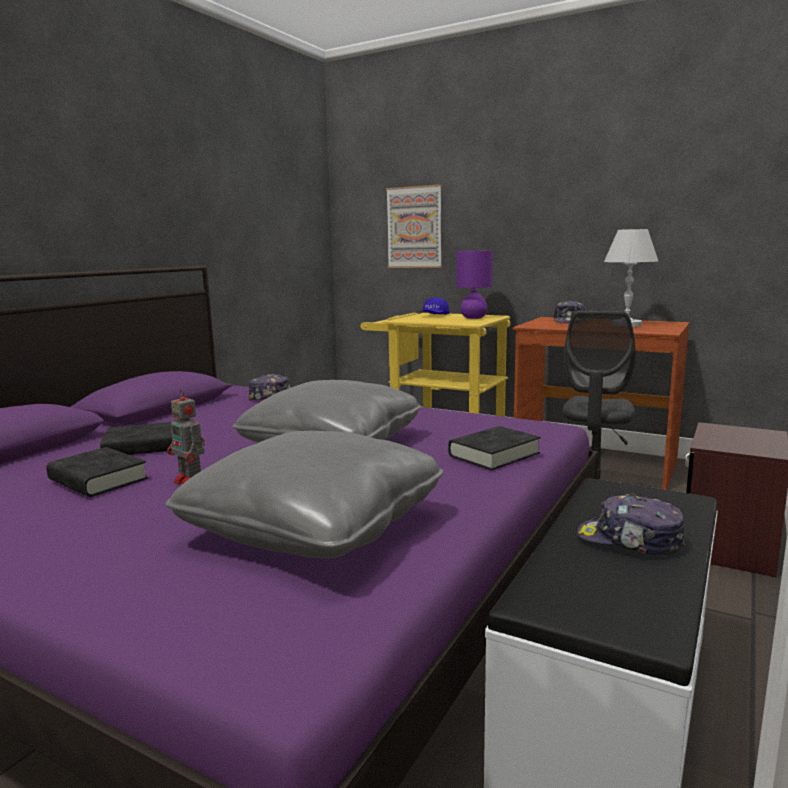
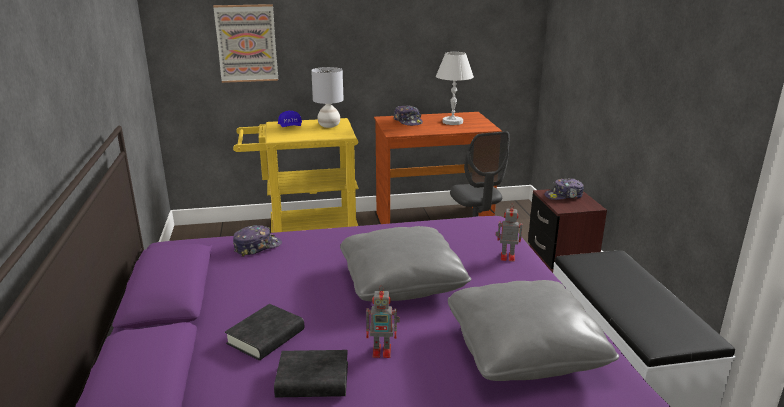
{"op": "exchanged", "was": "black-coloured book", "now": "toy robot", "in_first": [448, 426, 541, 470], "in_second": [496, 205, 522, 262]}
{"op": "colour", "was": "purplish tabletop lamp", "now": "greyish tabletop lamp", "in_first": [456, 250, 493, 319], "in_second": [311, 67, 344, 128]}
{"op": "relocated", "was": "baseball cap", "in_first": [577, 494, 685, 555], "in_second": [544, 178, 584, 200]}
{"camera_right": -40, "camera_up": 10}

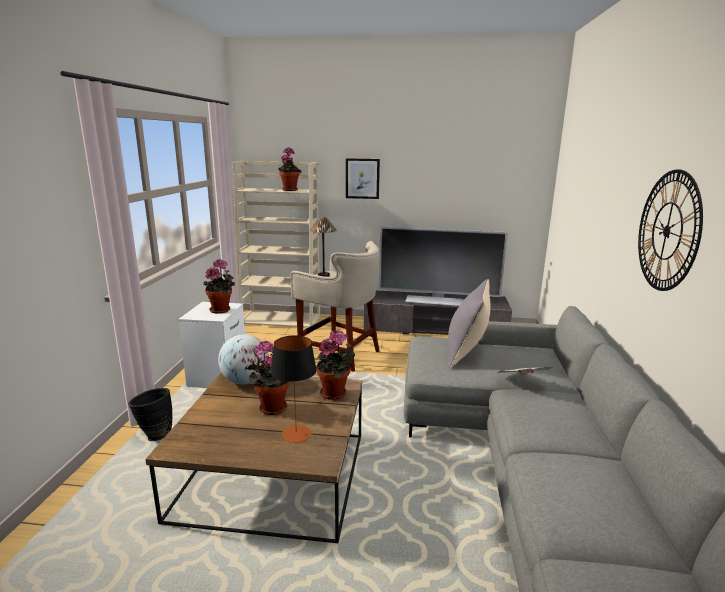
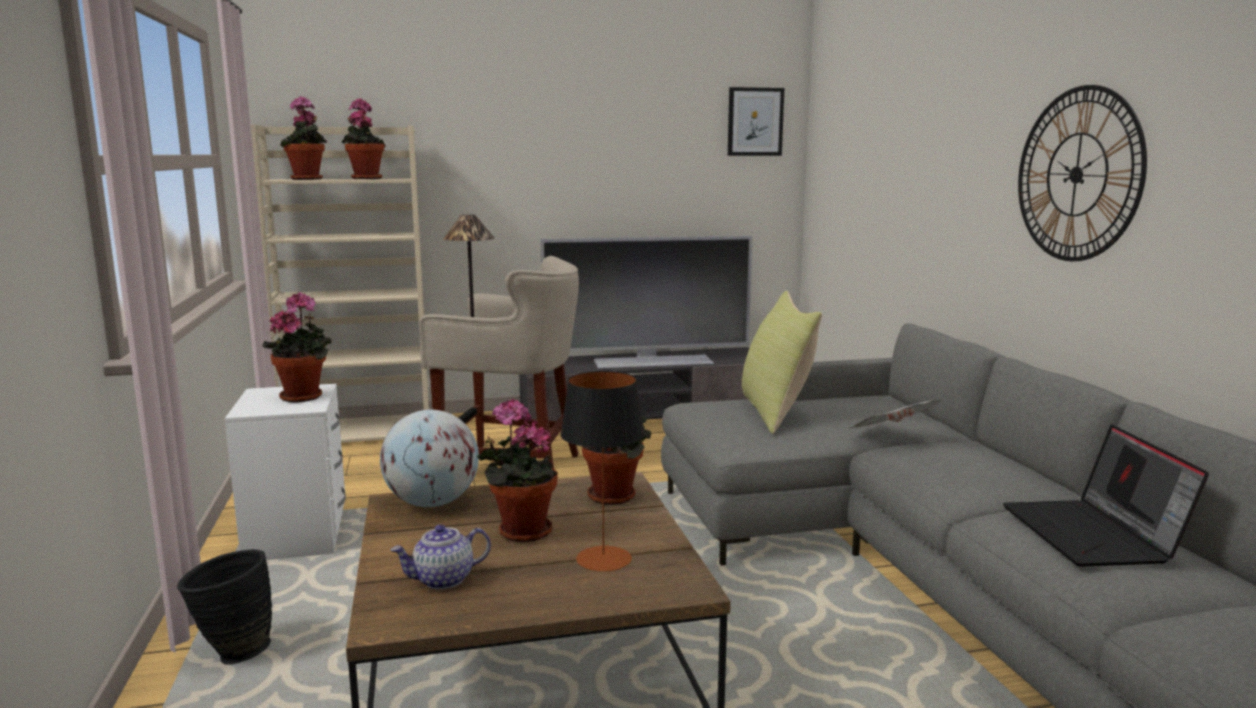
{"op": "relocated", "was": "wall art", "in_first": [346, 158, 380, 199], "in_second": [728, 87, 784, 156]}
{"op": "colour", "was": "greyish cushion", "now": "yellow cushion", "in_first": [448, 279, 490, 368], "in_second": [742, 291, 822, 434]}
{"op": "appeared", "now": "plant in a pot", "in_second": [280, 96, 327, 180]}
{"op": "appeared", "now": "pot for tea", "in_second": [390, 525, 491, 589]}
{"op": "appeared", "now": "notebook computer", "in_second": [1003, 424, 1209, 566]}
{"camera_right": -20, "camera_up": -5}

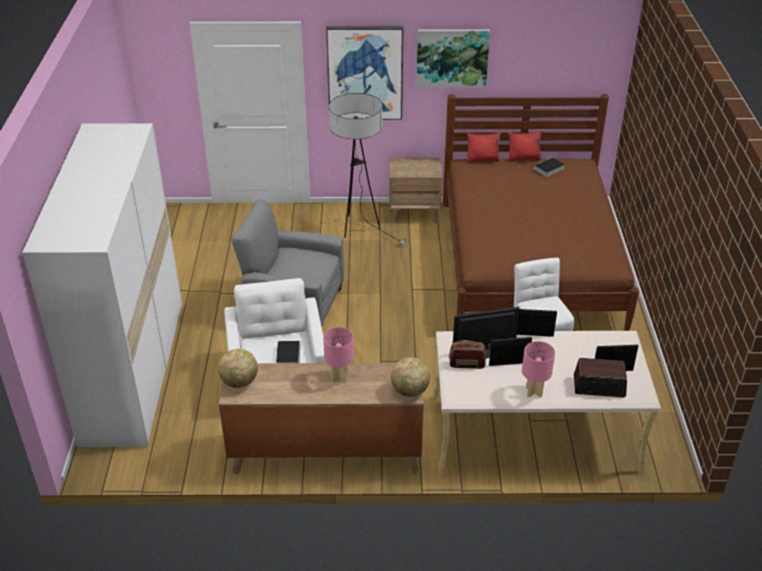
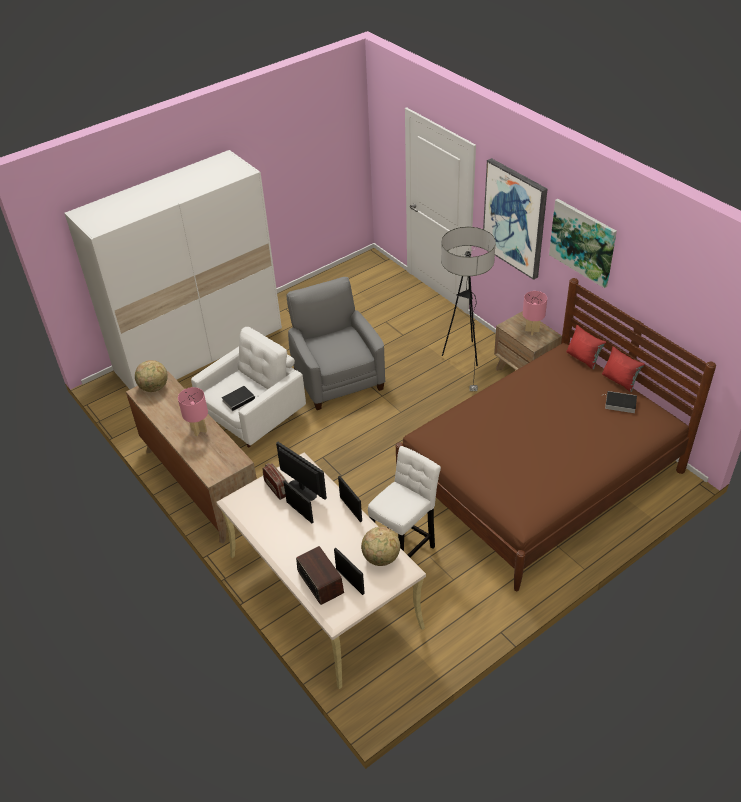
{"op": "relocated", "was": "world globe", "in_first": [391, 357, 430, 397], "in_second": [361, 527, 400, 566]}
{"op": "relocated", "was": "pink tabletop lamp", "in_first": [522, 341, 555, 398], "in_second": [523, 291, 547, 336]}
{"camera_right": 55, "camera_up": 5}

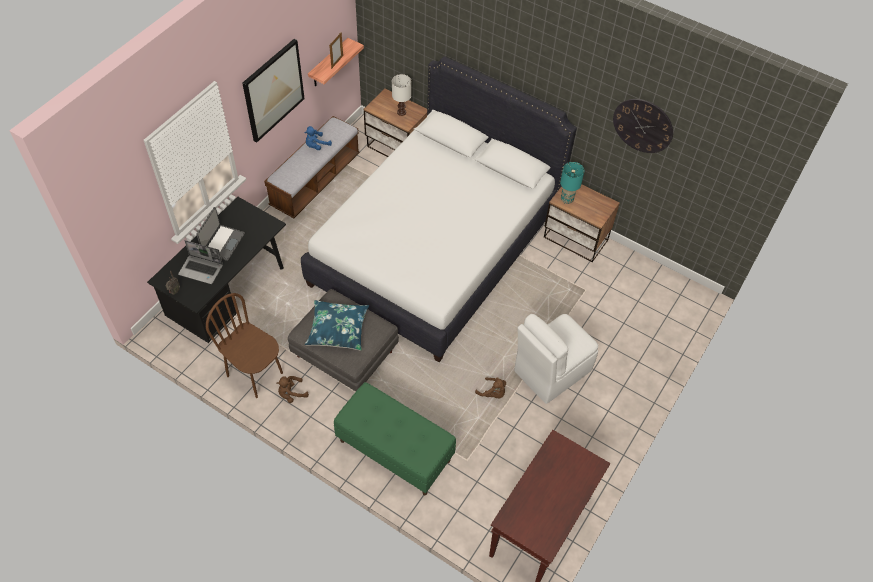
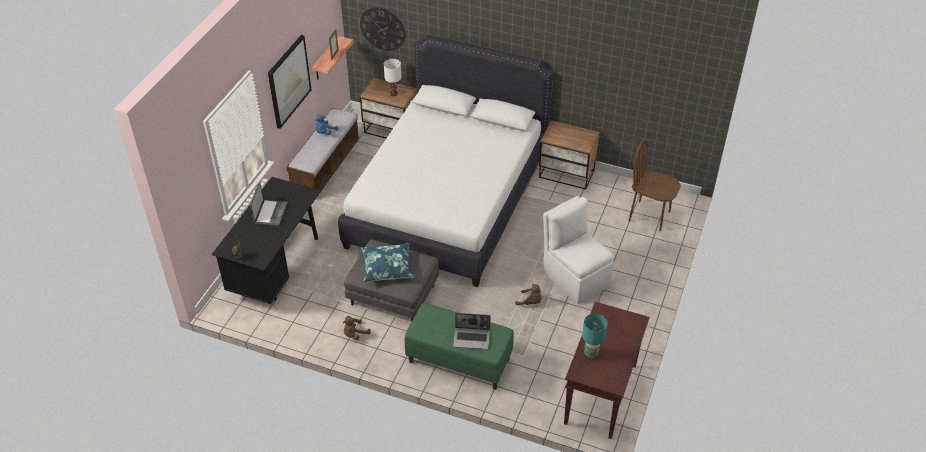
{"op": "relocated", "was": "notebook computer", "in_first": [178, 240, 223, 284], "in_second": [453, 313, 491, 349]}
{"op": "relocated", "was": "brown-coloured plain chair", "in_first": [206, 293, 283, 398], "in_second": [629, 139, 681, 231]}
{"op": "spun", "was": "whitish plain chair", "in_first": [514, 314, 598, 404], "in_second": [543, 196, 614, 304], "clockwise": 105}
{"op": "relocated", "was": "turquoise tabletop lamp", "in_first": [560, 162, 584, 204], "in_second": [582, 313, 607, 358]}
{"op": "relocated", "was": "hanging clock", "in_first": [613, 99, 673, 153], "in_second": [360, 7, 406, 51]}
{"camera_right": -10, "camera_up": -10}

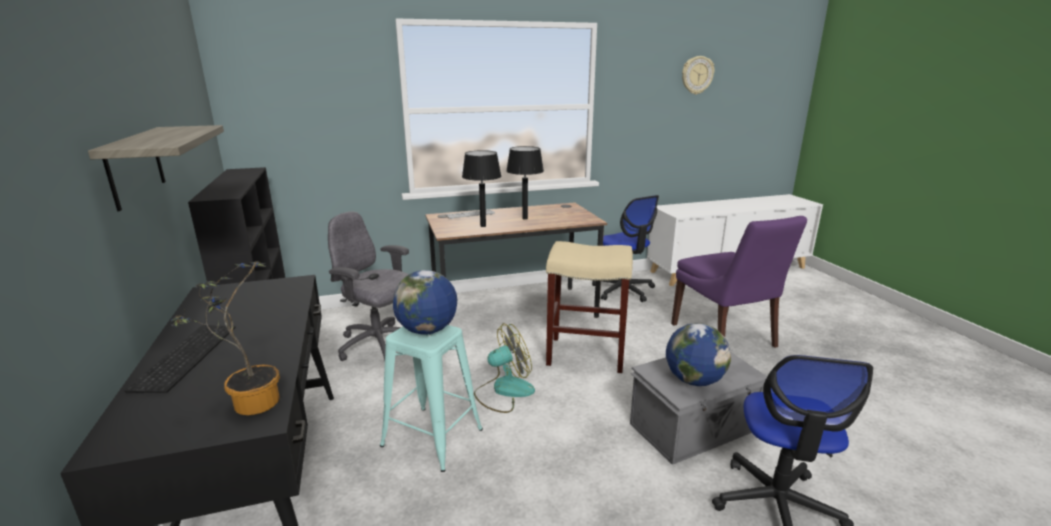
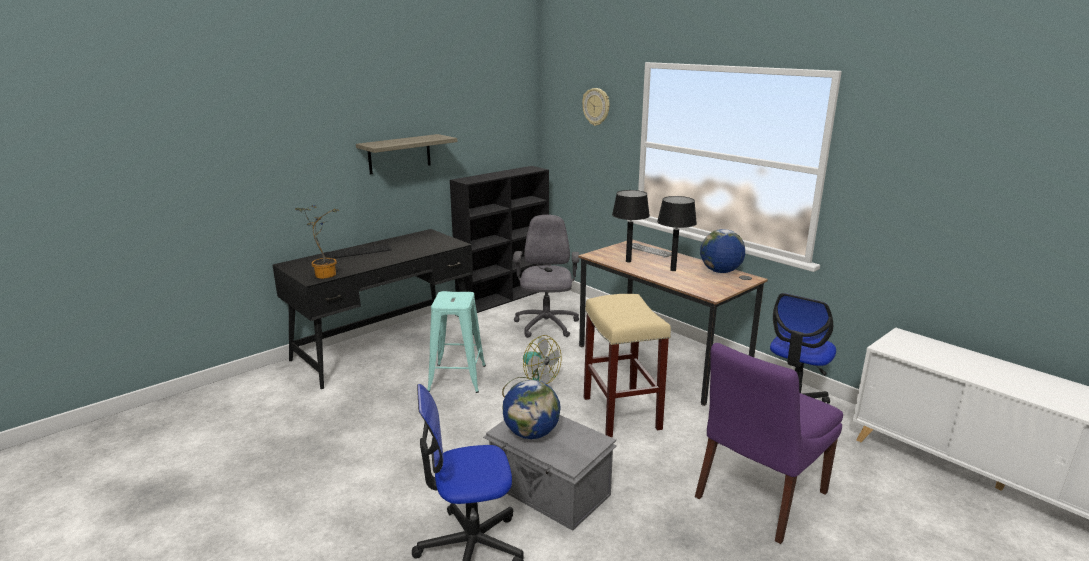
{"op": "relocated", "was": "world globe", "in_first": [393, 270, 457, 335], "in_second": [700, 229, 745, 273]}
{"op": "relocated", "was": "hanging clock", "in_first": [682, 56, 715, 95], "in_second": [582, 88, 610, 126]}
{"camera_right": 65, "camera_up": 0}

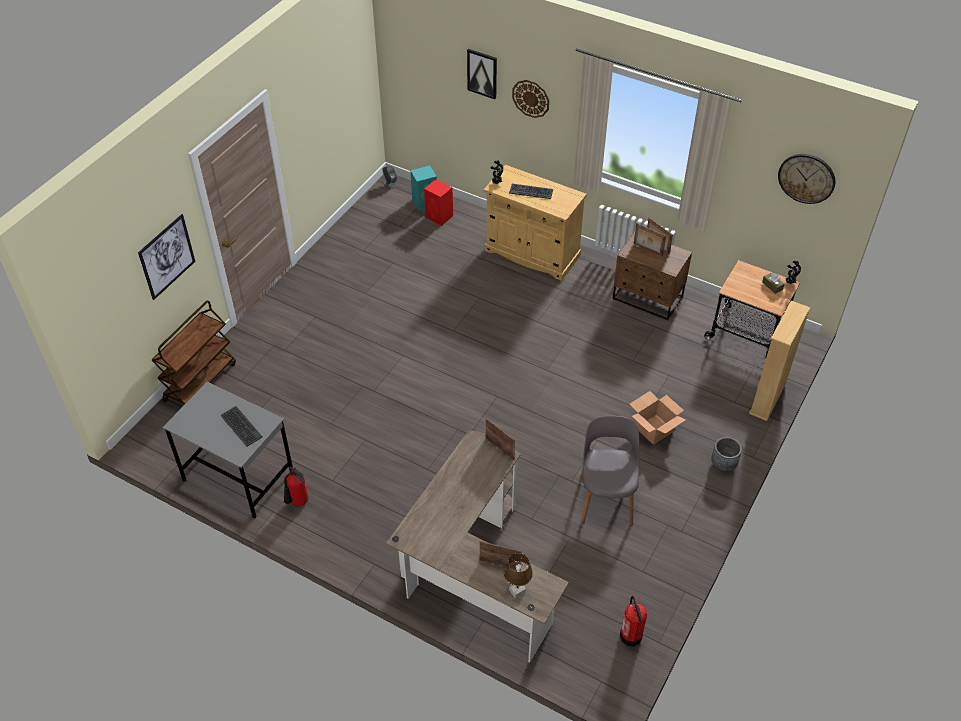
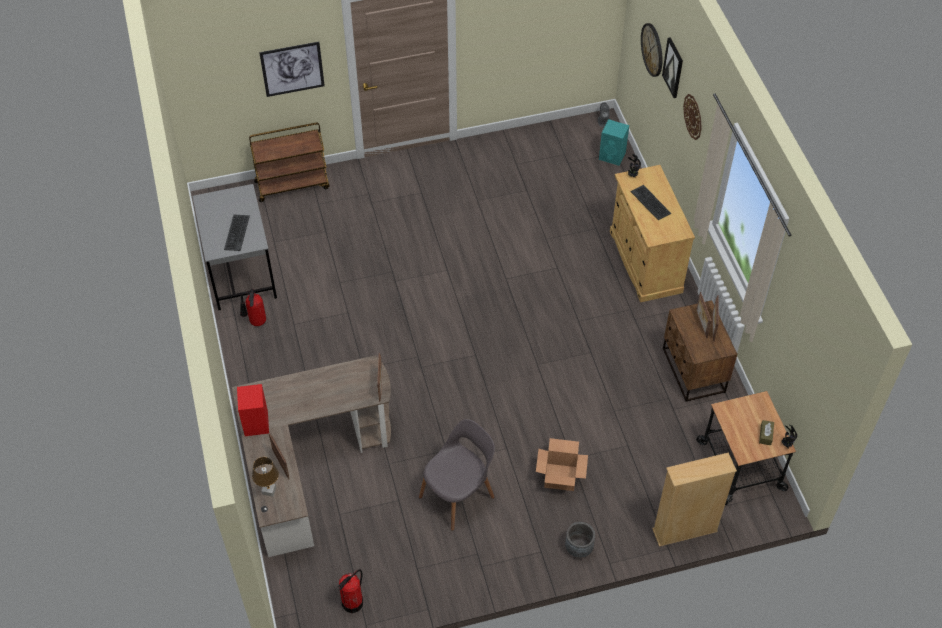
{"op": "relocated", "was": "red audio speaker", "in_first": [424, 179, 453, 226], "in_second": [237, 384, 269, 436]}
{"op": "relocated", "was": "hanging clock", "in_first": [778, 154, 835, 204], "in_second": [641, 23, 662, 77]}
{"camera_right": 45, "camera_up": 5}

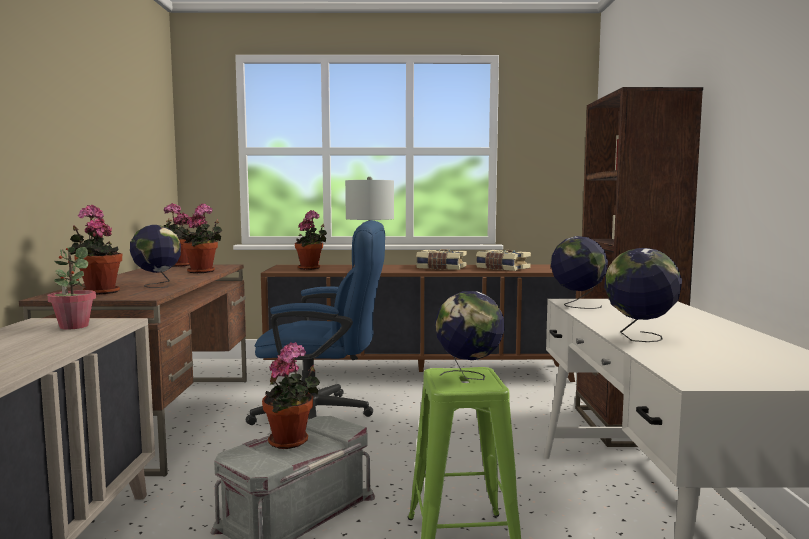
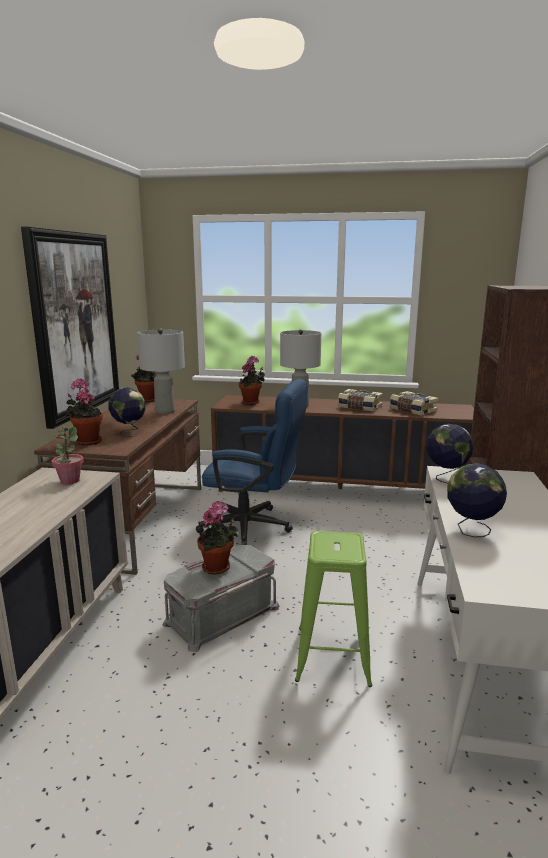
{"op": "exchanged", "was": "plant in a pot", "now": "greyish tabletop lamp", "in_first": [183, 203, 222, 273], "in_second": [137, 328, 185, 414]}
{"op": "missing", "was": "world globe", "in_first": [435, 291, 505, 380]}
{"op": "appeared", "now": "wall art", "in_second": [21, 227, 119, 429]}
{"camera_right": 10, "camera_up": 10}

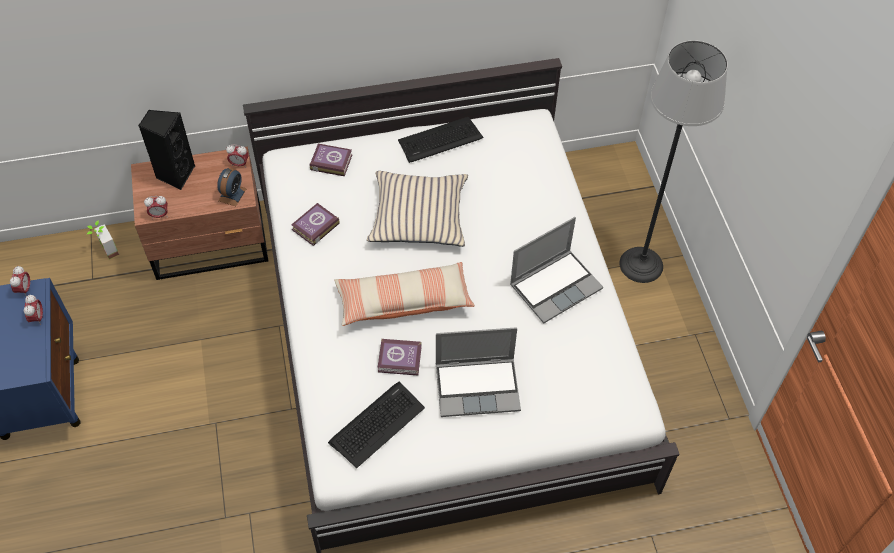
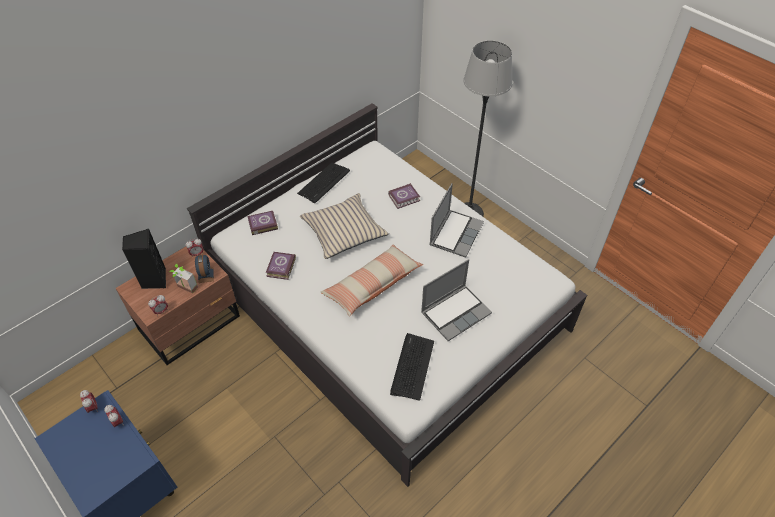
{"op": "relocated", "was": "plant in a pot", "in_first": [86, 220, 119, 259], "in_second": [169, 263, 198, 294]}
{"op": "relocated", "was": "book", "in_first": [378, 339, 422, 376], "in_second": [388, 183, 420, 209]}
{"camera_right": -30, "camera_up": -5}

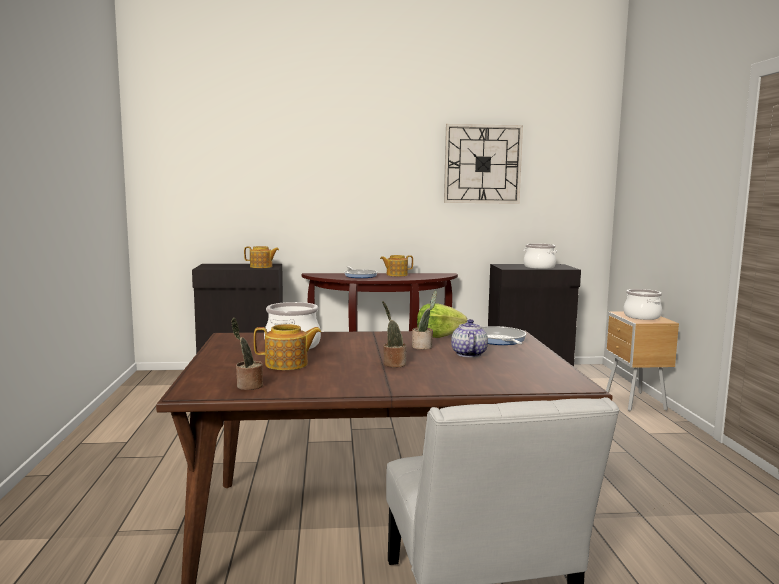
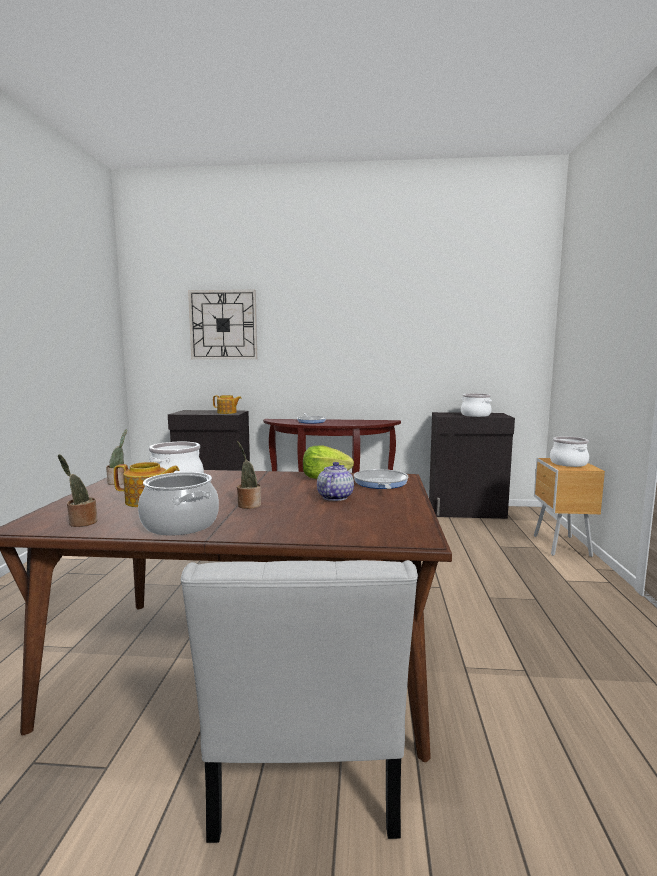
{"op": "missing", "was": "pot for tea", "in_first": [380, 255, 413, 276]}
{"op": "relocated", "was": "plant in a pot", "in_first": [412, 291, 437, 350], "in_second": [106, 429, 128, 485]}
{"op": "relocated", "was": "hanging clock", "in_first": [444, 124, 523, 204], "in_second": [188, 290, 257, 359]}
{"op": "appeared", "now": "cooking pot", "in_second": [138, 472, 219, 535]}
{"camera_right": 10, "camera_up": 0}

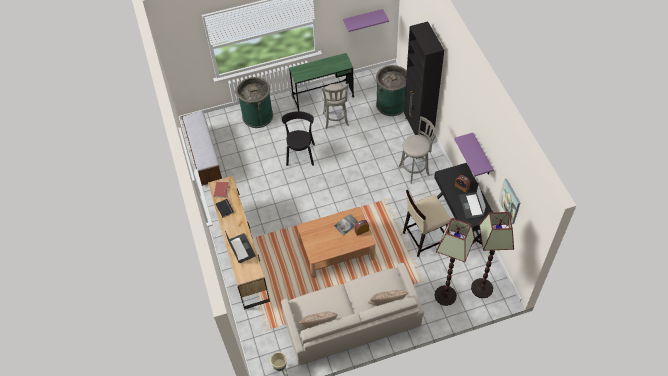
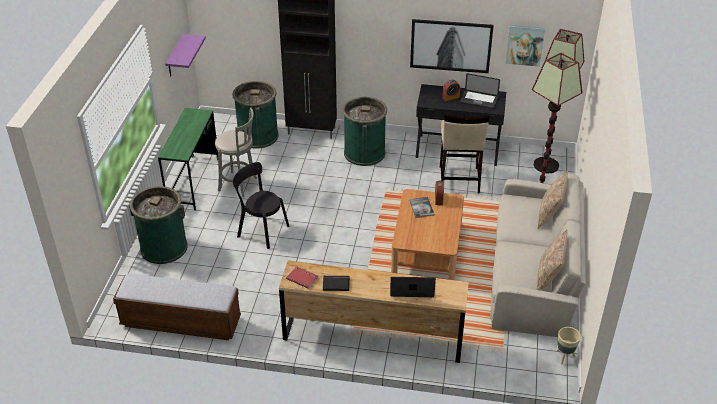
{"op": "exchanged", "was": "greyish stool seat", "now": "greenish trash can", "in_first": [399, 116, 436, 184], "in_second": [343, 97, 387, 166]}
{"op": "exchanged", "was": "purplish shelf", "now": "wall art", "in_first": [454, 133, 494, 177], "in_second": [410, 19, 494, 73]}
{"camera_right": -65, "camera_up": -15}

